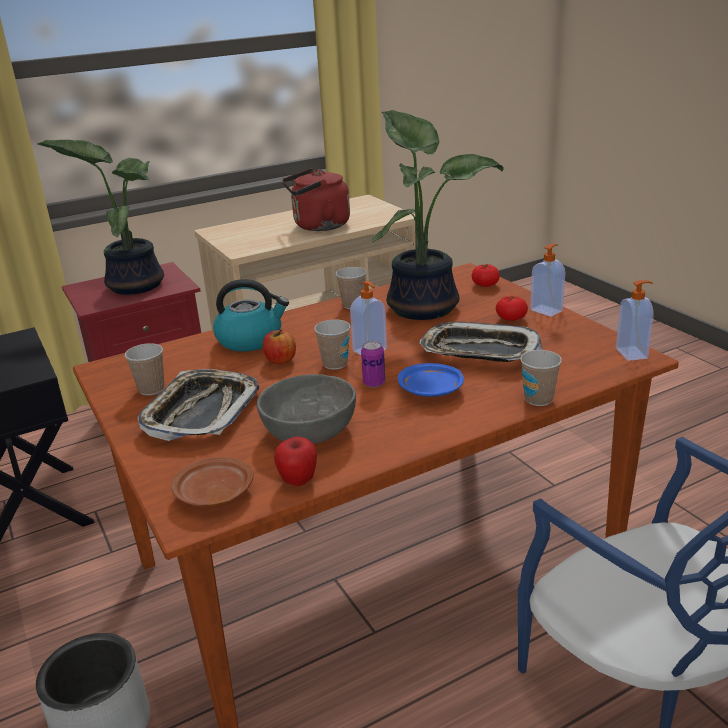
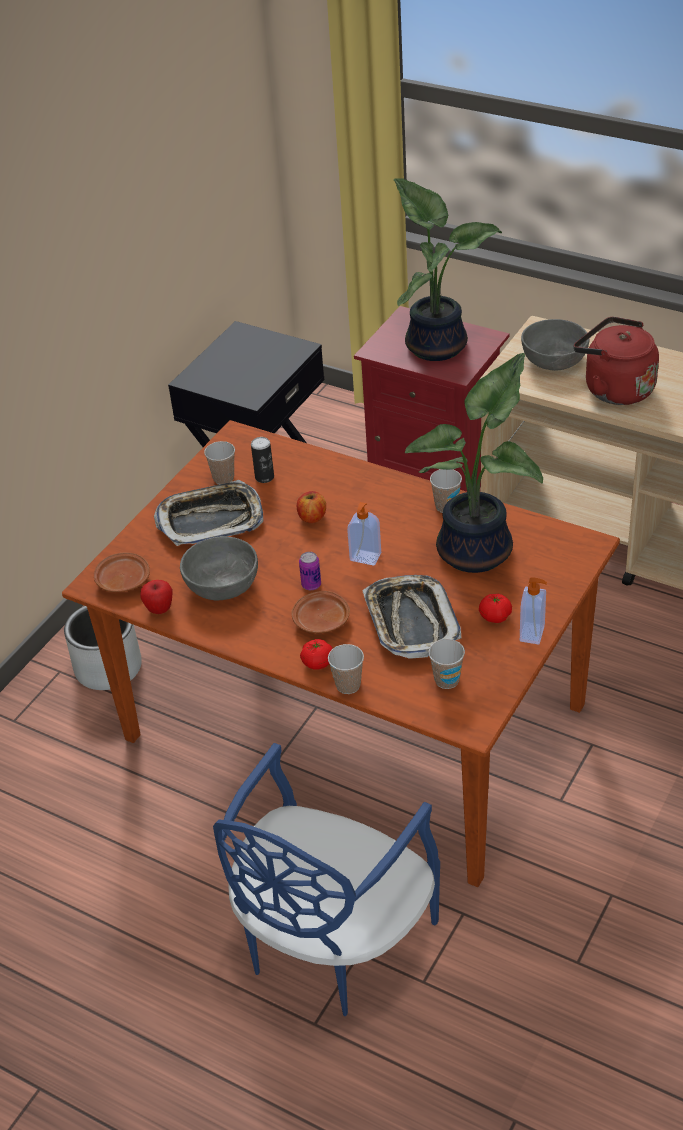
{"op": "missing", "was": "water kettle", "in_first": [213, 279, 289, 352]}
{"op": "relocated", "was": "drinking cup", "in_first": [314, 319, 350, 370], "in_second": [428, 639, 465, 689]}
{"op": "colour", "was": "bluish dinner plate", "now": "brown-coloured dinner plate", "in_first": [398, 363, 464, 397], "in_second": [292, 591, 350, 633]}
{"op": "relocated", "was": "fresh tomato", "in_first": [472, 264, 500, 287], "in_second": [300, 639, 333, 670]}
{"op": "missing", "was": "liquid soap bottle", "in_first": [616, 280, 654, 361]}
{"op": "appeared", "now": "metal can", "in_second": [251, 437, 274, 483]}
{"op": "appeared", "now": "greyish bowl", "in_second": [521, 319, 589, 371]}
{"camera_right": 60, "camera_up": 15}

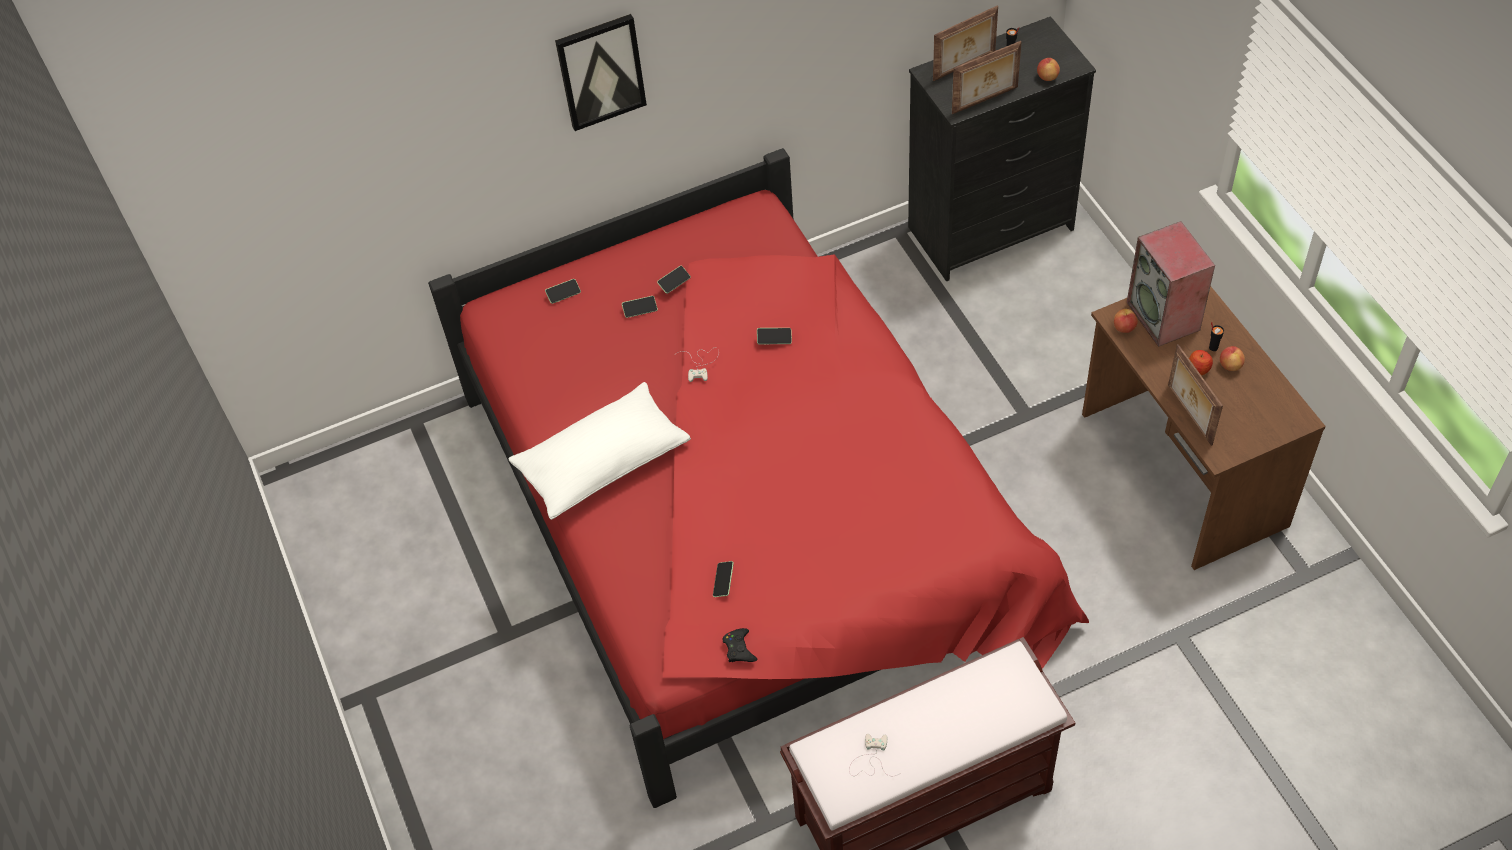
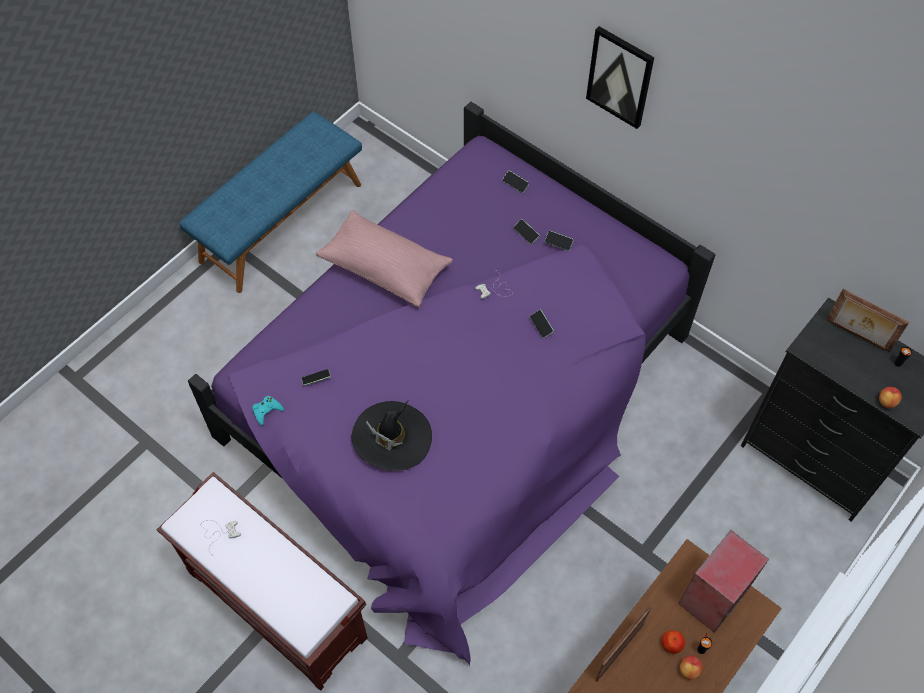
{"op": "colour", "was": "red bed", "now": "purplish bed", "in_first": [428, 148, 1089, 808], "in_second": [188, 102, 715, 666]}
{"op": "colour", "was": "whitish cushion", "now": "pink cushion", "in_first": [508, 382, 691, 520], "in_second": [316, 210, 453, 308]}
{"op": "colour", "was": "black-coloured game controller", "now": "turquoise game controller", "in_first": [723, 628, 758, 662], "in_second": [252, 396, 284, 426]}
{"op": "missing", "was": "picture frame", "in_first": [952, 41, 1021, 114]}
{"op": "missing", "was": "apple fruit", "in_first": [1114, 309, 1138, 333]}
{"op": "appeared", "now": "bluish indoor bench", "in_second": [179, 111, 362, 293]}
{"op": "appeared", "now": "black-coloured wearable hat", "in_second": [351, 401, 432, 471]}
{"camera_right": 60, "camera_up": 5}

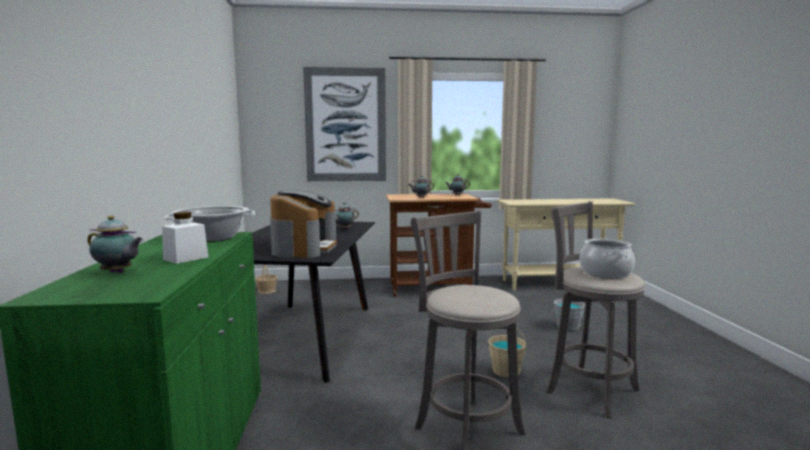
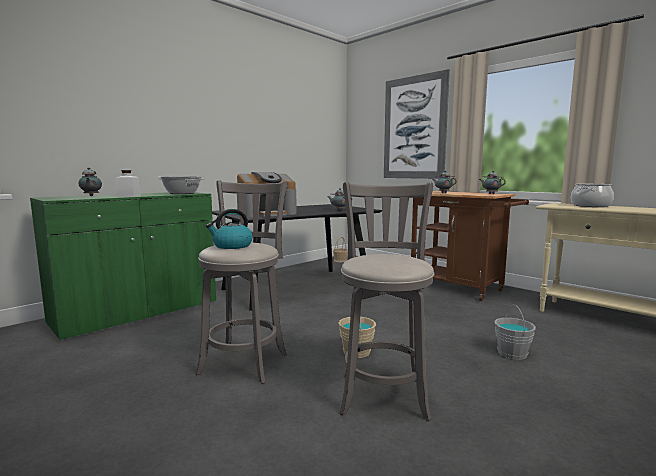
{"op": "relocated", "was": "cooking pot", "in_first": [579, 239, 635, 278], "in_second": [571, 184, 614, 207]}
{"op": "appeared", "now": "water kettle", "in_second": [206, 209, 253, 249]}
{"camera_right": 50, "camera_up": 0}

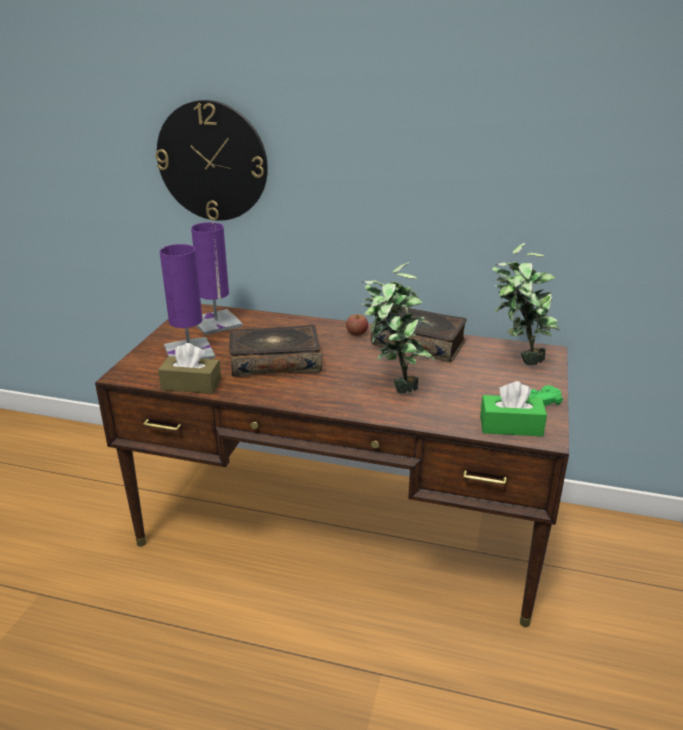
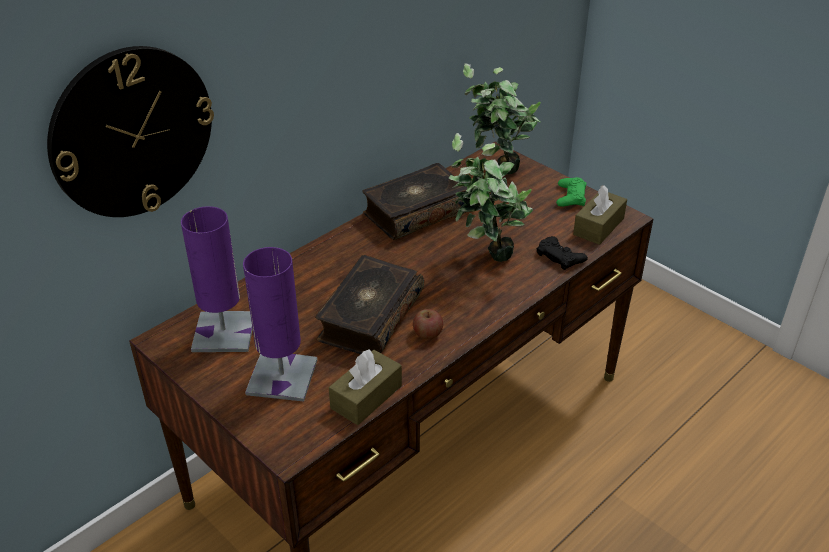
{"op": "relocated", "was": "apple fruit", "in_first": [346, 314, 368, 336], "in_second": [413, 309, 443, 339]}
{"op": "colour", "was": "greenish box of tissues", "now": "brown-coloured box of tissues", "in_first": [480, 381, 547, 436], "in_second": [573, 185, 627, 245]}
{"op": "appeared", "now": "black-coloured game controller", "in_second": [537, 236, 588, 270]}
{"camera_right": -60, "camera_up": 10}

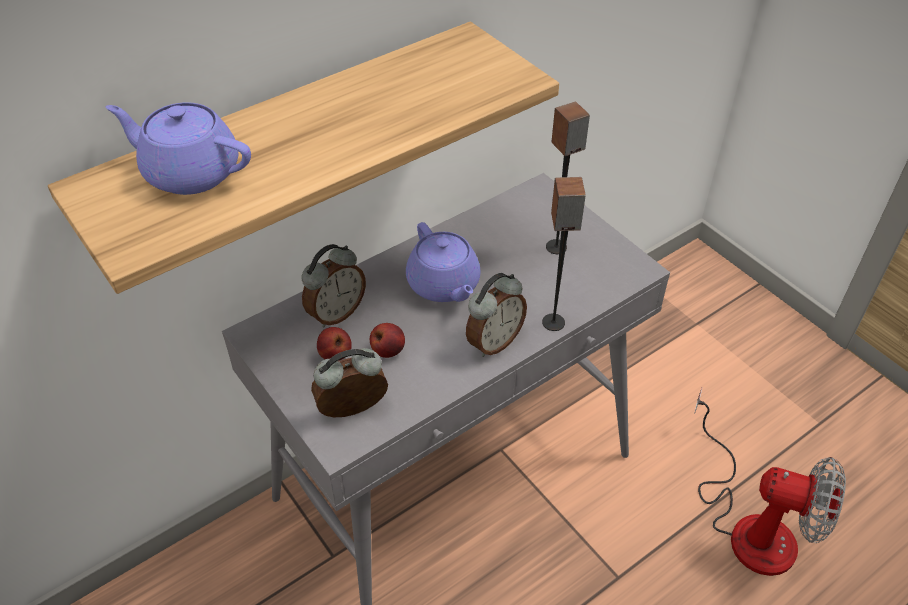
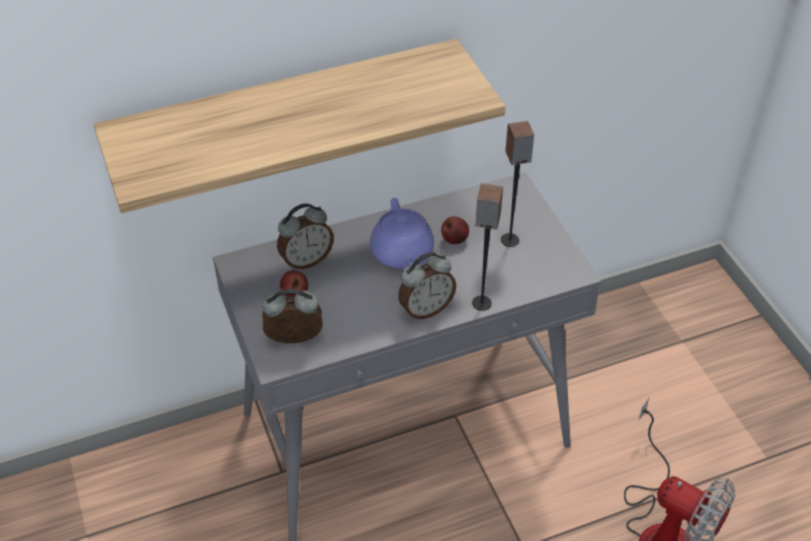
{"op": "missing", "was": "purplish pot for tea", "in_first": [106, 102, 251, 195]}
{"op": "relocated", "was": "apple fruit", "in_first": [370, 323, 405, 358], "in_second": [441, 217, 469, 244]}
{"camera_right": 15, "camera_up": 0}

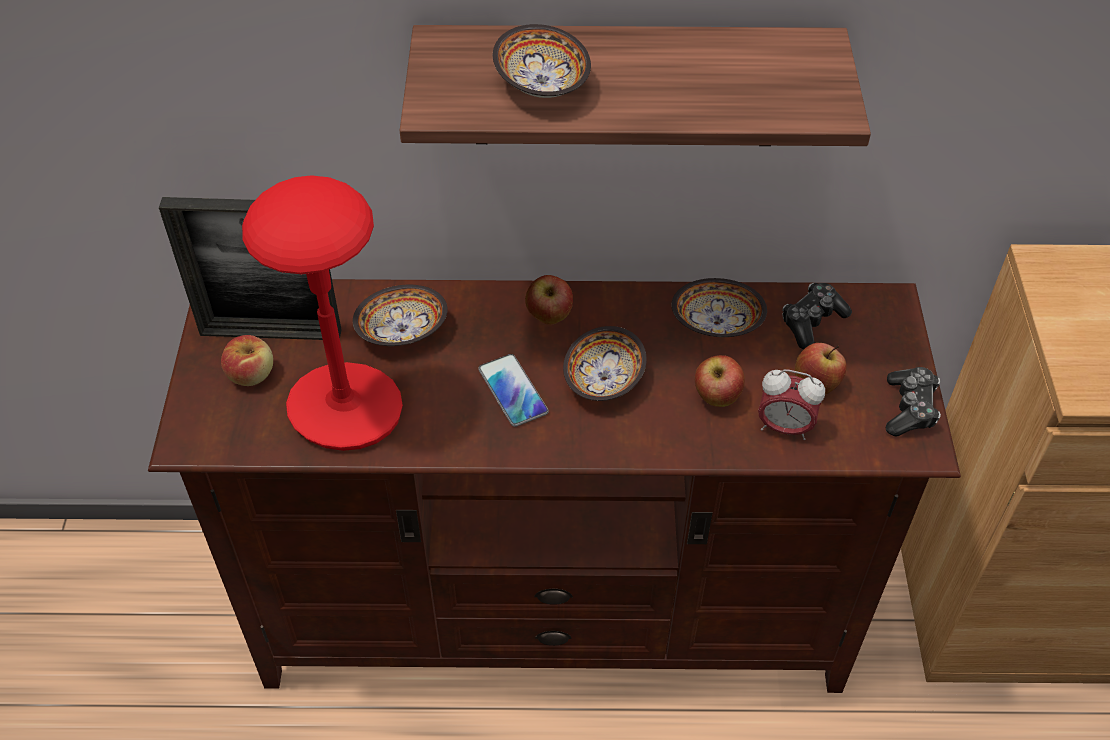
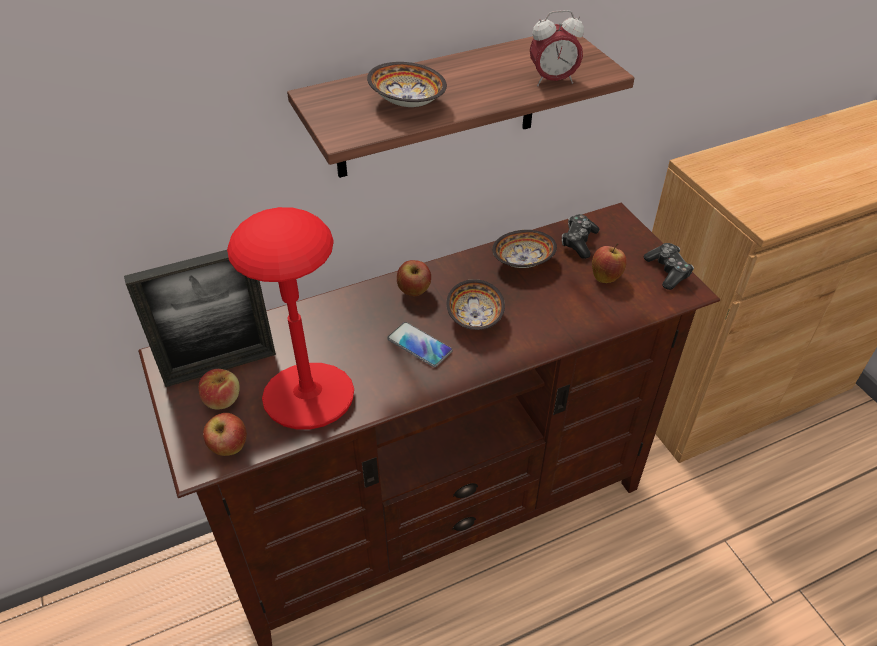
{"op": "missing", "was": "bowl", "in_first": [353, 285, 448, 346]}
{"op": "relocated", "was": "apple fruit", "in_first": [695, 355, 745, 407], "in_second": [203, 413, 247, 456]}
{"op": "relocated", "was": "alarm clock", "in_first": [758, 369, 825, 440], "in_second": [530, 10, 584, 86]}
{"camera_right": -25, "camera_up": -5}

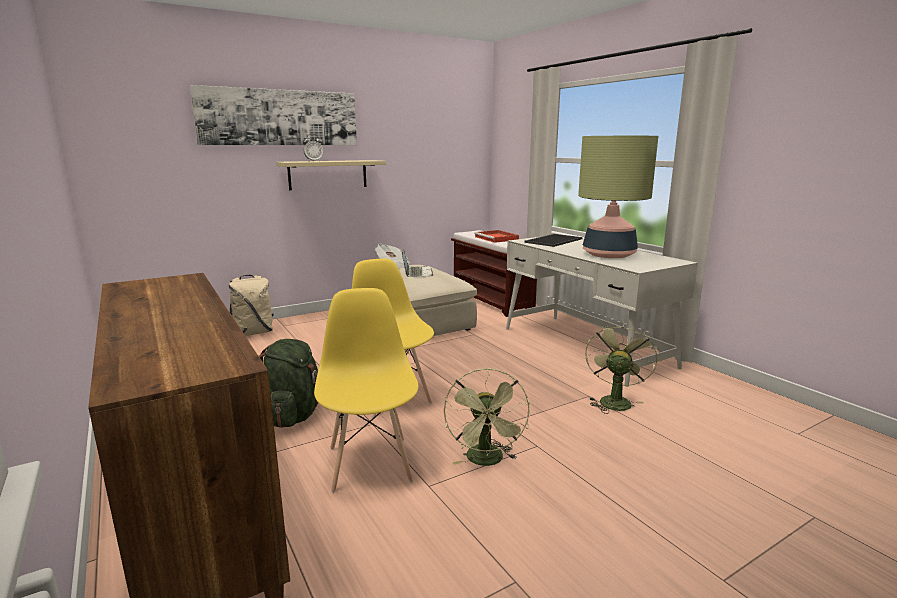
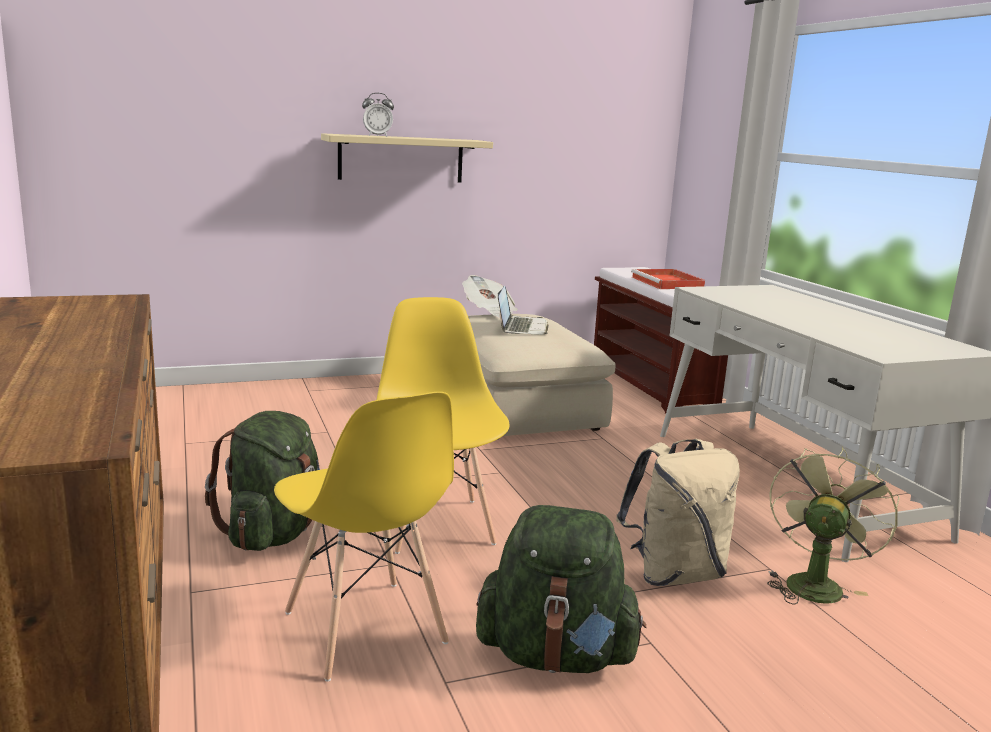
{"op": "missing", "was": "wall art", "in_first": [190, 85, 357, 145]}
{"op": "relocated", "was": "sand-coloured backpack", "in_first": [229, 275, 274, 336], "in_second": [616, 438, 740, 586]}
{"op": "spun", "was": "yellow plain chair", "in_first": [314, 288, 419, 493], "in_second": [274, 392, 454, 682], "clockwise": 150}
{"op": "exchanged", "was": "greenish electric fan", "now": "greenish backpack", "in_first": [444, 368, 529, 466], "in_second": [476, 505, 646, 673]}
{"op": "missing", "was": "serving tray", "in_first": [525, 234, 582, 247]}
{"op": "missing", "was": "tabletop lamp", "in_first": [578, 136, 658, 258]}
{"camera_right": 10, "camera_up": 0}

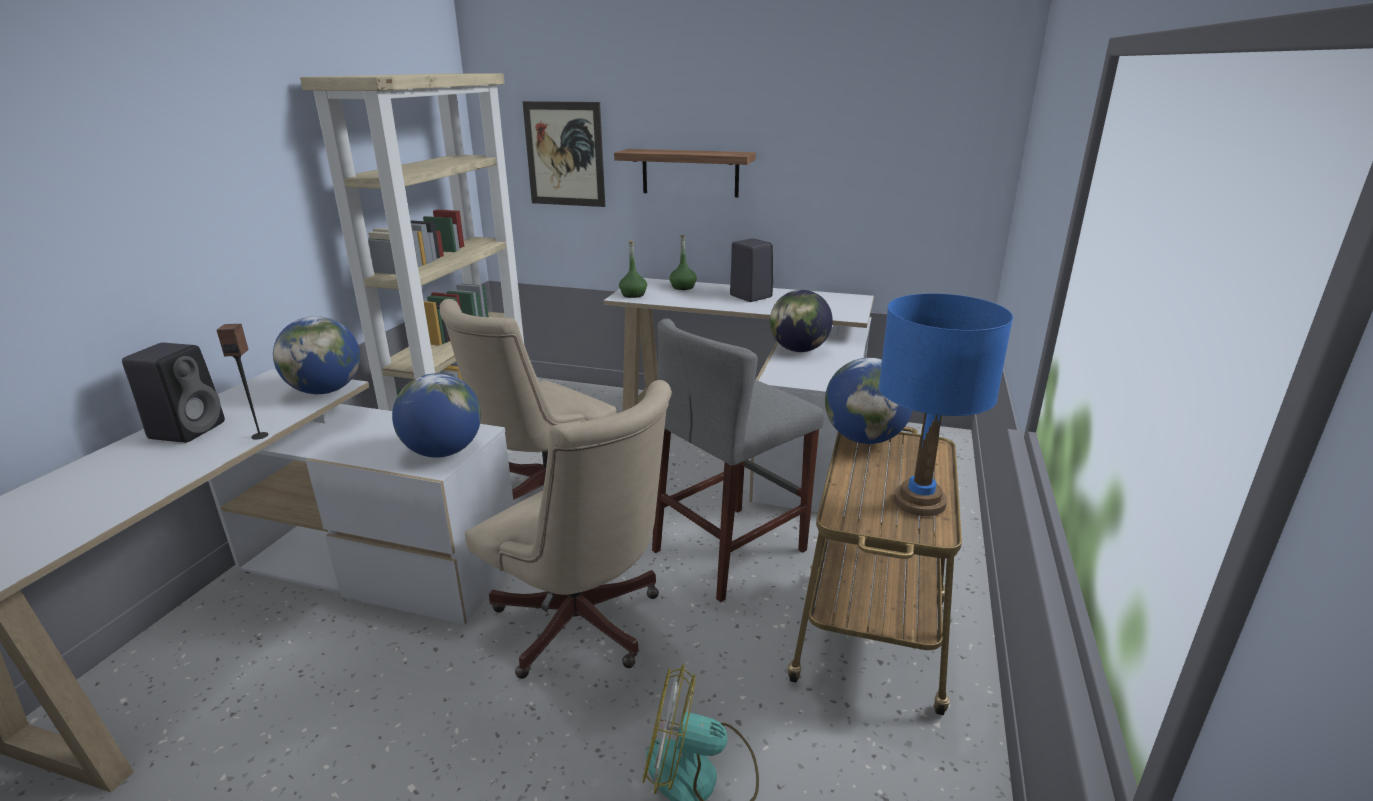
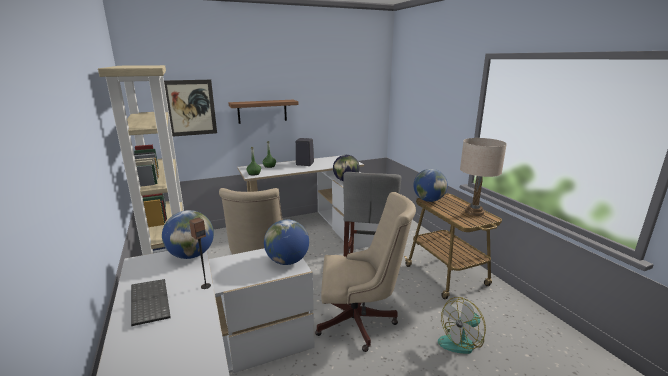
{"op": "exchanged", "was": "black-coloured audio speaker", "now": "keyboard", "in_first": [122, 343, 225, 443], "in_second": [131, 279, 171, 326]}
{"op": "colour", "was": "bluish tabletop lamp", "now": "sand-coloured tabletop lamp", "in_first": [879, 293, 1013, 516], "in_second": [460, 138, 507, 216]}
{"camera_right": -40, "camera_up": -5}

